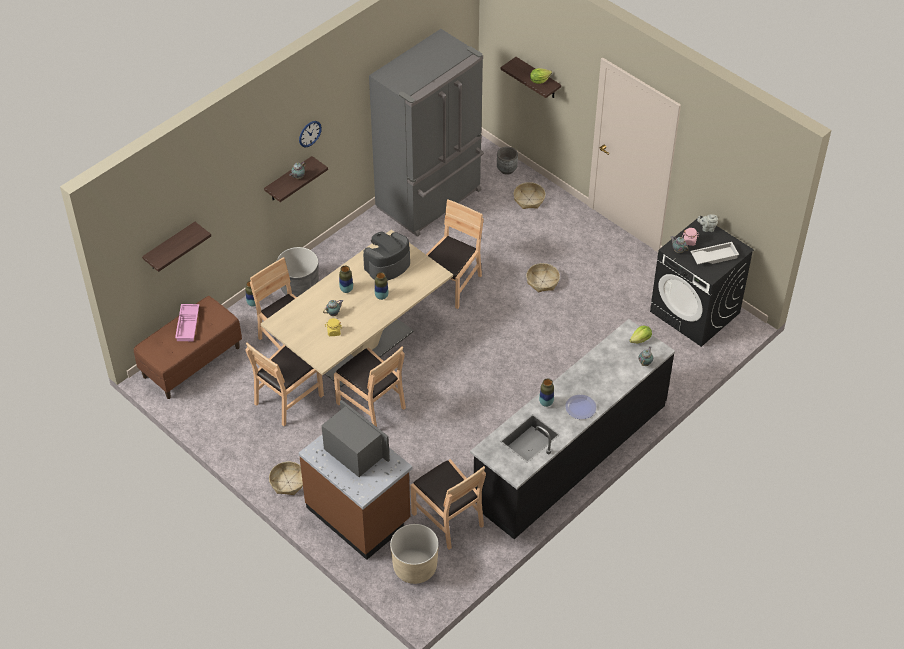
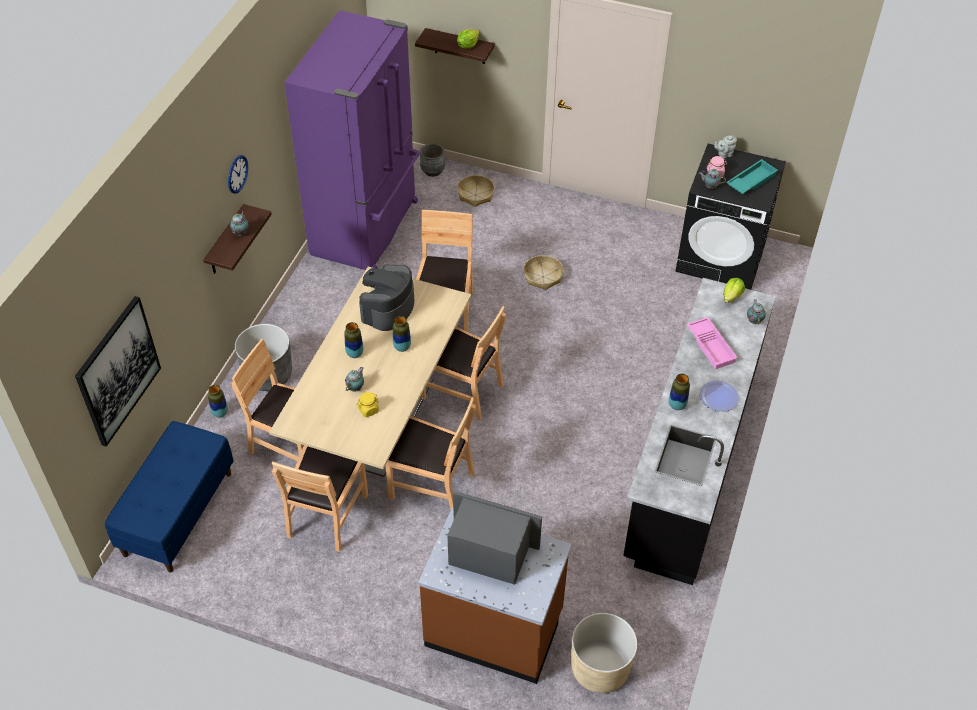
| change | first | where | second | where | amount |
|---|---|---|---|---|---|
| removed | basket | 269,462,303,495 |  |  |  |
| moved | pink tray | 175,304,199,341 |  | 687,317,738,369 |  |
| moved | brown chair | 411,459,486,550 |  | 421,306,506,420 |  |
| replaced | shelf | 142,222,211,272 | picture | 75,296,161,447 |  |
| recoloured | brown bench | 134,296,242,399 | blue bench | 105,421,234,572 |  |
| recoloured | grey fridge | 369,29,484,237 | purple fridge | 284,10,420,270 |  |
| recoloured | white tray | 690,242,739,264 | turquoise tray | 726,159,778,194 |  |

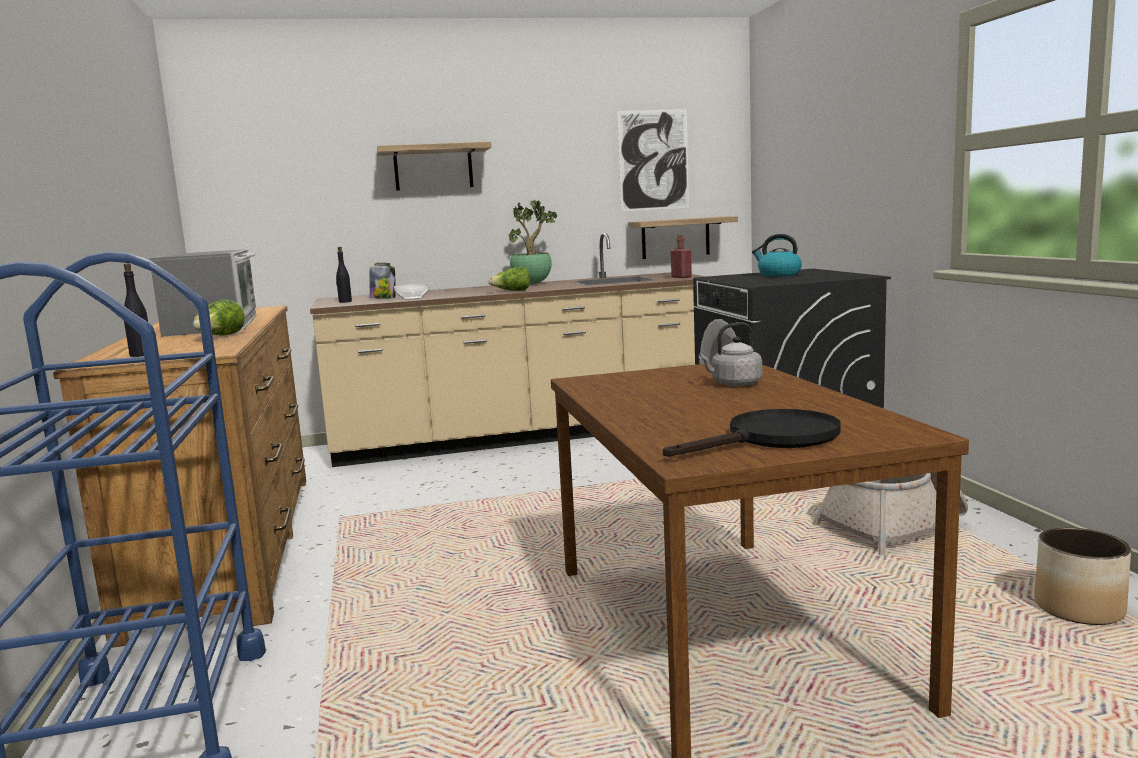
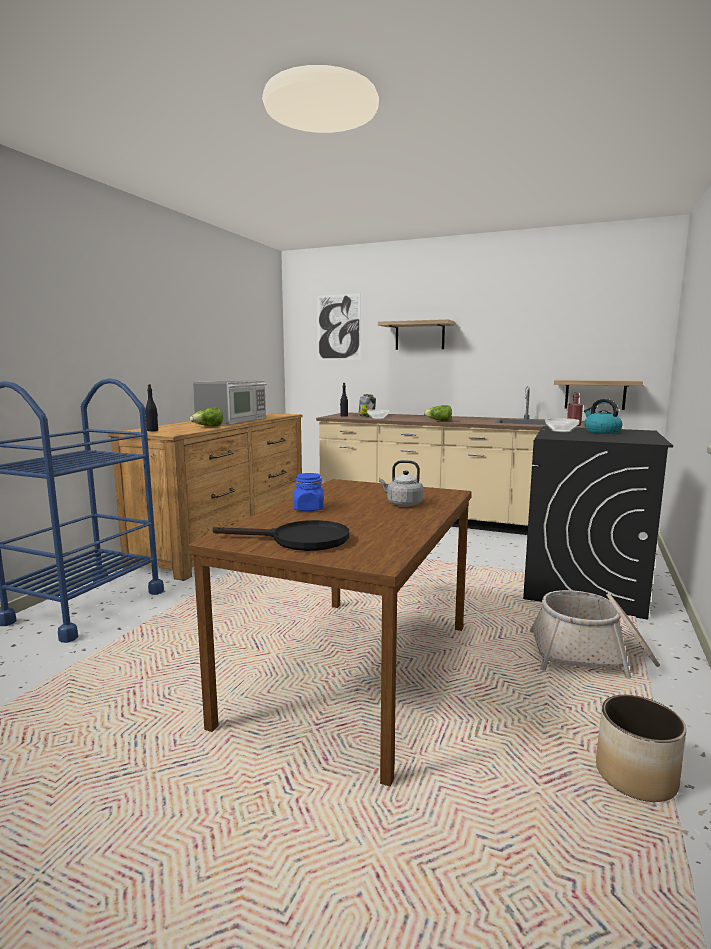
| change | first | where | second | where | amount |
|---|---|---|---|---|---|
| removed | potted plant | 509,200,557,285 |  |  |  |
| added |  |  | blue jar | 294,473,324,511 |  |
| added |  |  | bowl | 545,418,579,432 |  |
| moved | picture | 617,109,689,211 |  | 317,293,361,360 |  |

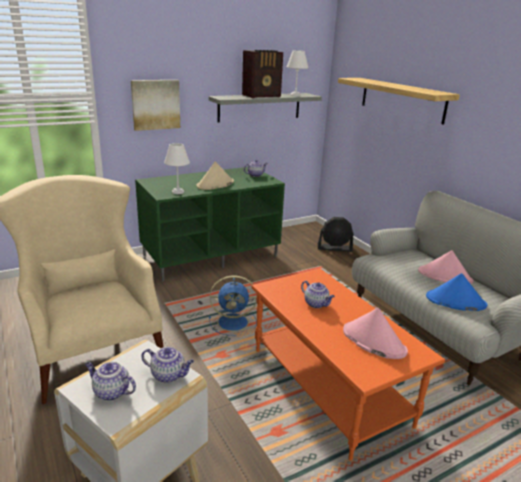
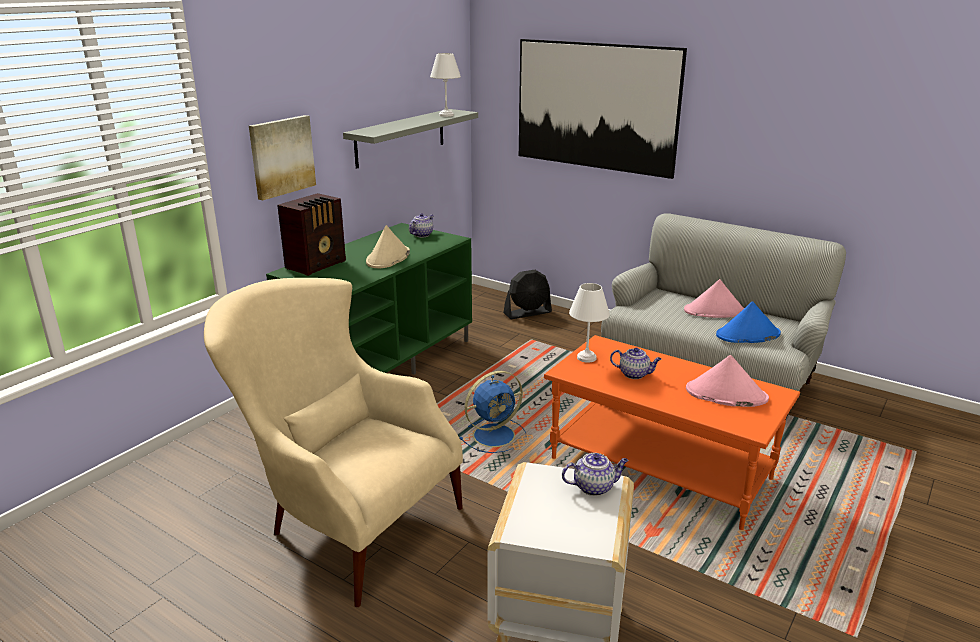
| change | first | where | second | where | amount |
|---|---|---|---|---|---|
| removed | teapot | 85,362,136,401 |  |  |  |
| moved | white table lamp | 164,143,190,194 |  | 569,283,610,363 |  |
| moved | radio | 242,50,283,98 |  | 277,193,346,276 |  |
| replaced | shelf | 338,78,460,124 | picture | 519,39,687,179 |  |

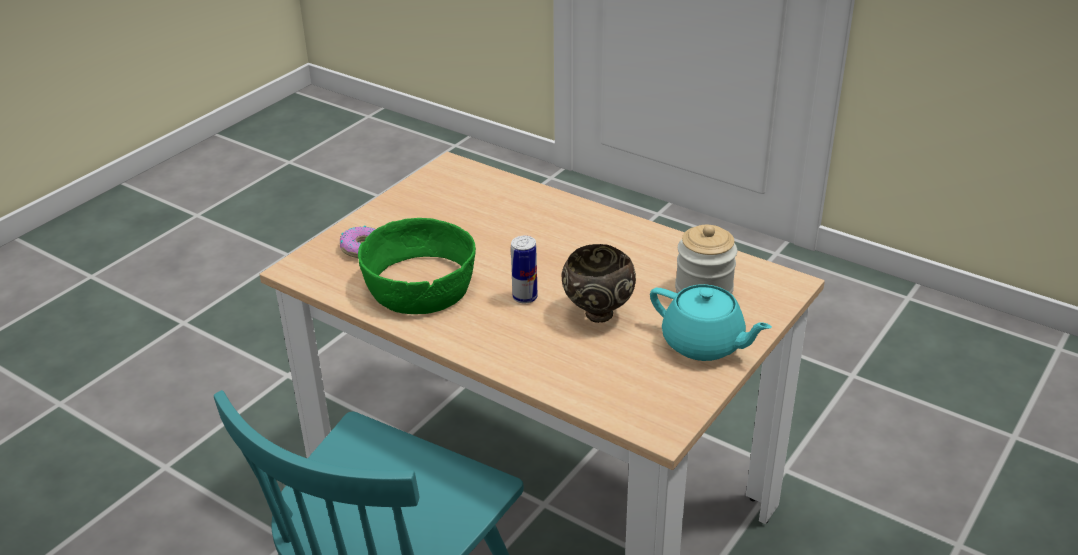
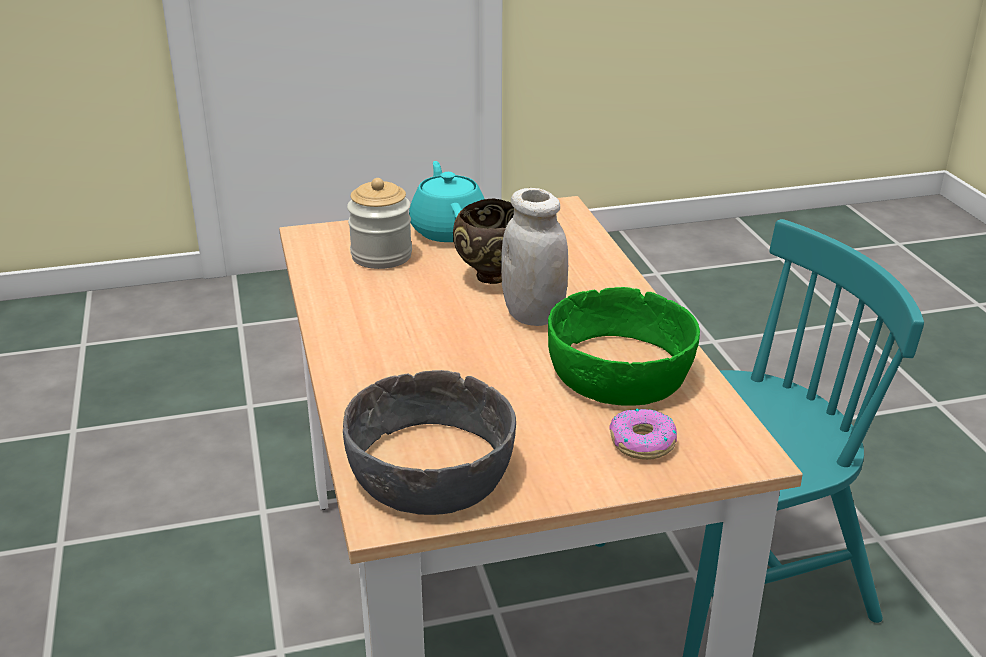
| change | first | where | second | where | amount |
|---|---|---|---|---|---|
| added |  |  | grey bowl | 343,370,516,515 |  |
| replaced | can | 511,236,538,304 | white jar | 501,188,568,326 |  |

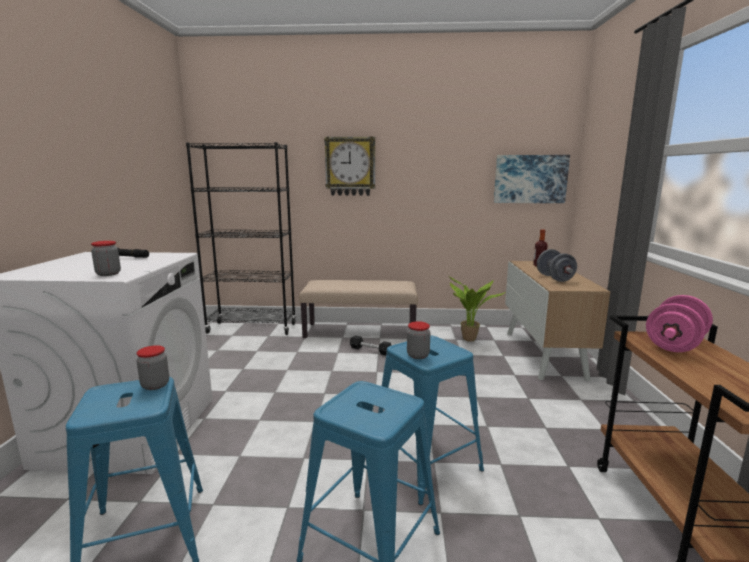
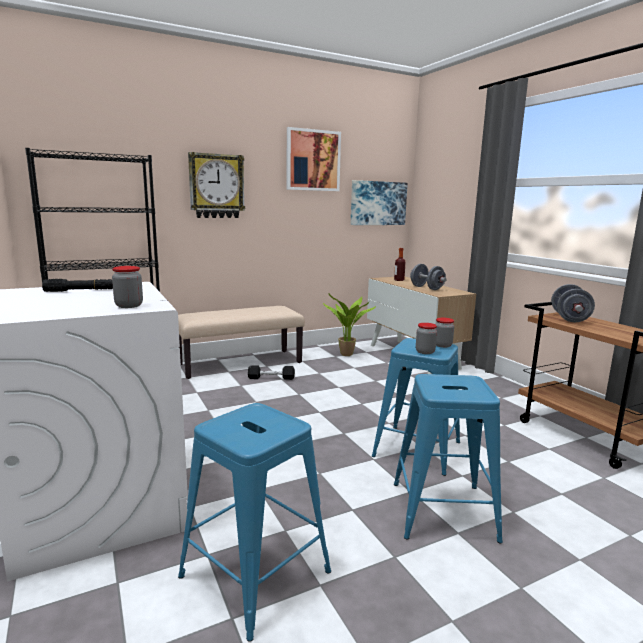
| change | first | where | second | where | amount |
|---|---|---|---|---|---|
| added |  |  | picture | 286,127,341,191 |  |
| moved | jar | 136,345,169,390 |  | 435,318,454,348 |  |
| recoloured | pink dumbbell | 646,295,713,352 | grey dumbbell | 551,284,595,322 |  |

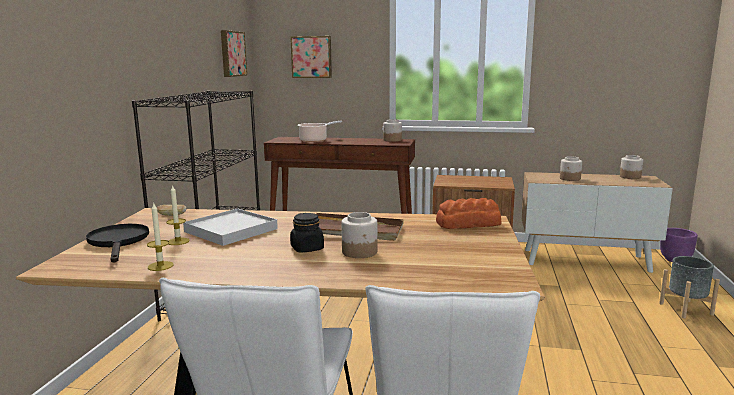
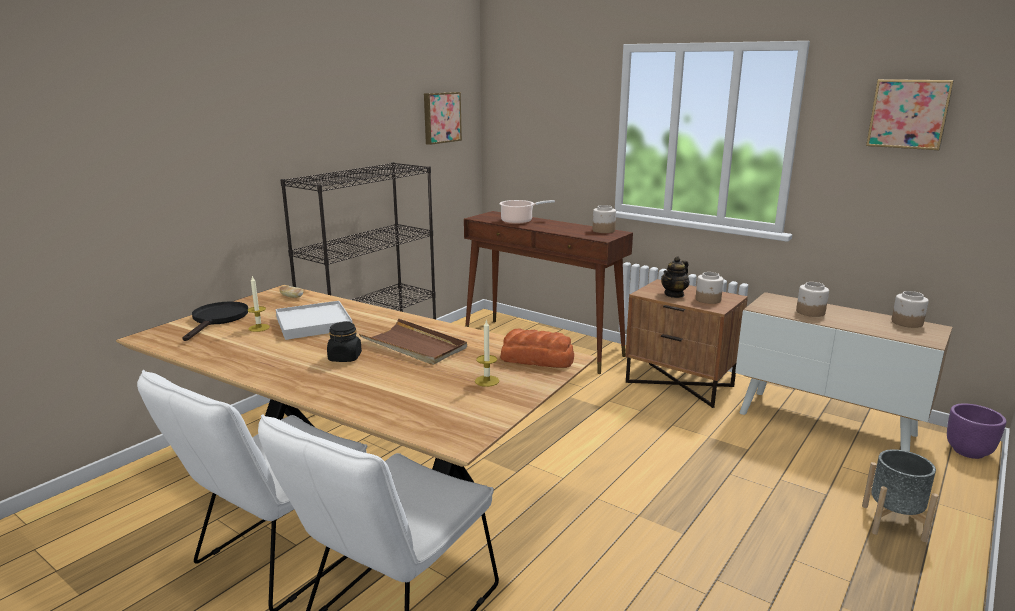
| change | first | where | second | where | amount |
|---|---|---|---|---|---|
| added |  |  | teapot | 661,256,689,298 |  |
| moved | candle | 147,202,174,271 |  | 475,319,499,387 |  |
| moved | picture | 290,36,332,78 |  | 866,79,954,150 |  |
| moved | jar | 341,212,378,258 |  | 696,272,724,304 |  |

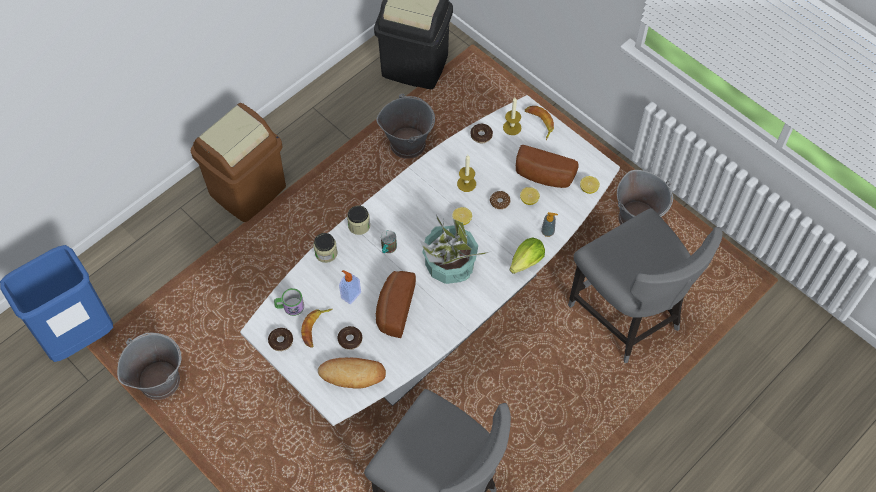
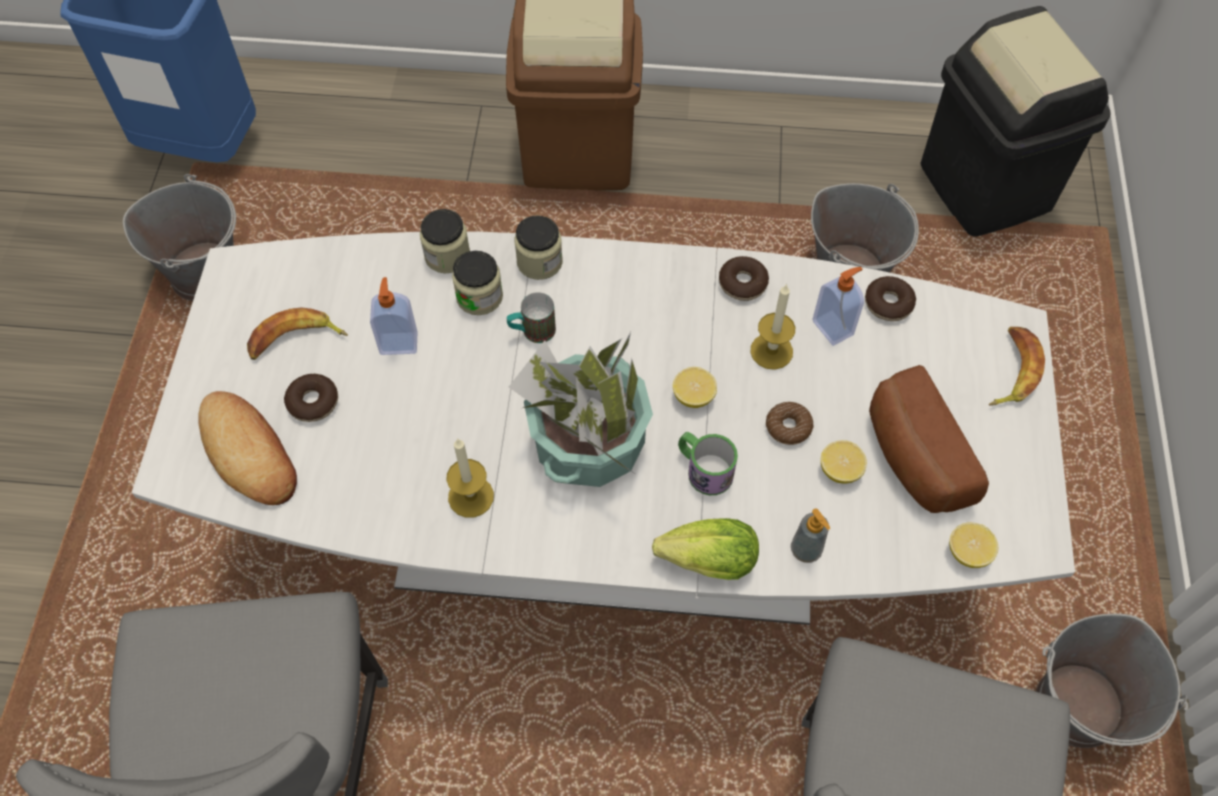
| change | first | where | second | where | amount |
|---|---|---|---|---|---|
| removed | bread | 376,271,416,338 |  |  |  |
| added |  |  | jar | 452,251,503,315 |  |
| added |  |  | soap dispenser | 812,267,864,346 |  |
| moved | donut | 268,328,293,351 |  | 719,256,769,301 |  |
| moved | mug | 274,288,304,316 |  | 678,432,738,495 |  |
| moved | candle | 503,98,522,135 |  | 446,438,494,518 |  |

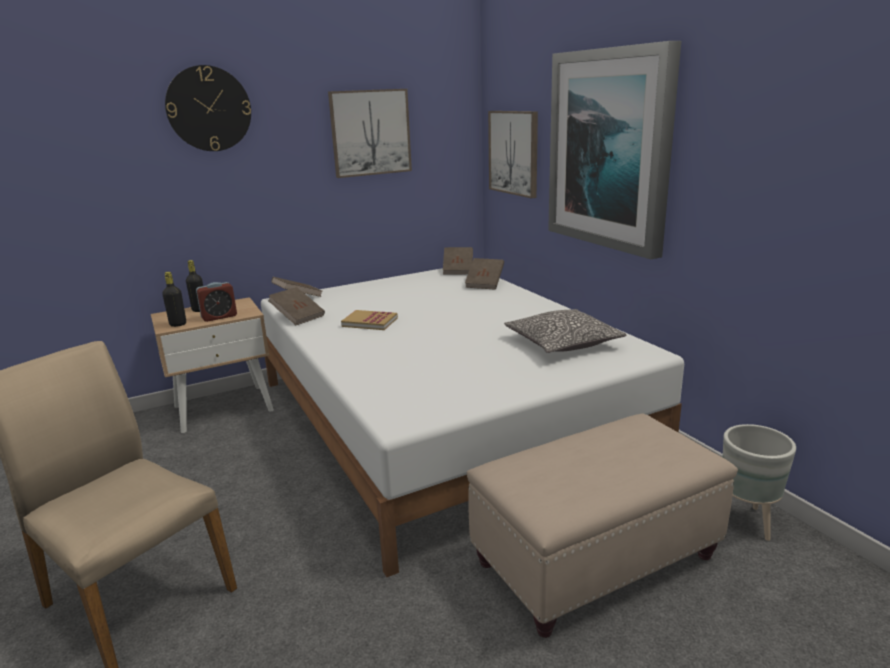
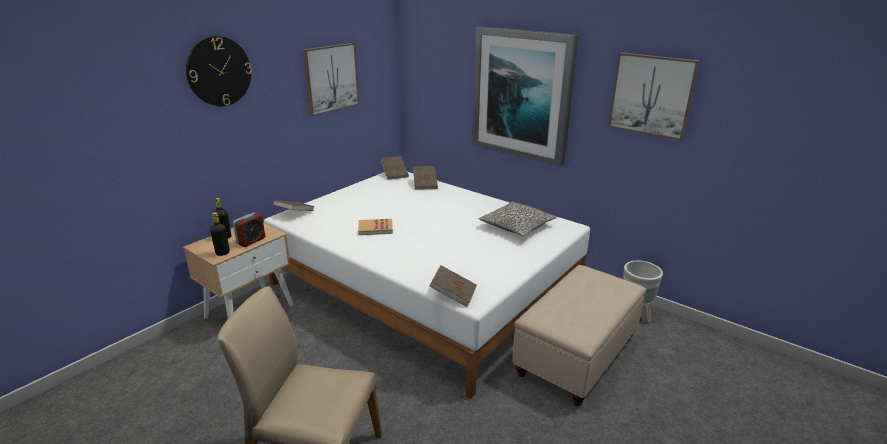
| change | first | where | second | where | amount |
|---|---|---|---|---|---|
| moved | brown book | 268,287,325,325 |  | 429,265,477,307 |  |
| moved | picture | 488,111,538,199 |  | 608,53,700,140 |  |

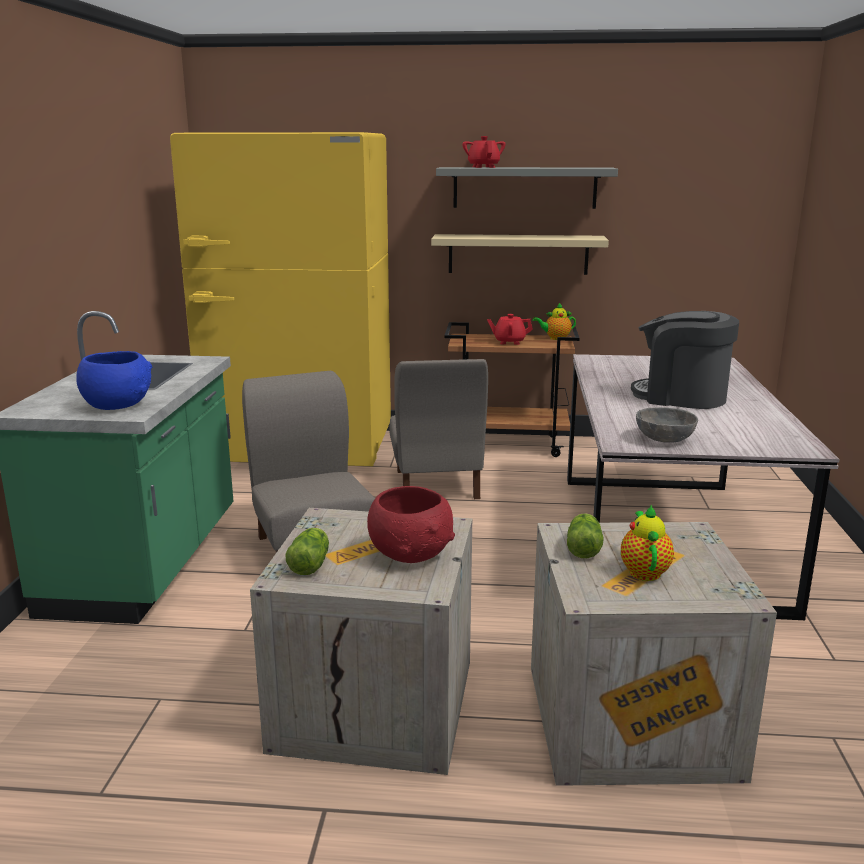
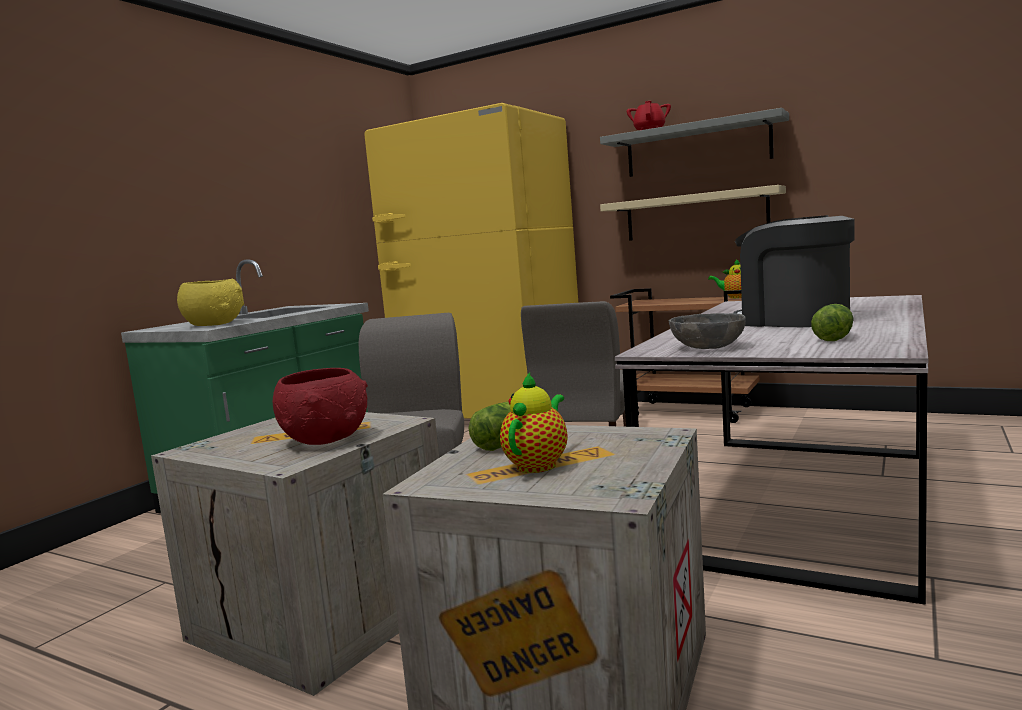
| change | first | where | second | where | amount |
|---|---|---|---|---|---|
| removed | red teapot | 487,314,533,345 |  |  |  |
| moved | lettuce | 285,528,329,575 |  | 811,304,853,341 |  |
| recoloured | blue bowl | 76,351,152,410 | yellow bowl | 177,279,244,326 |  |

